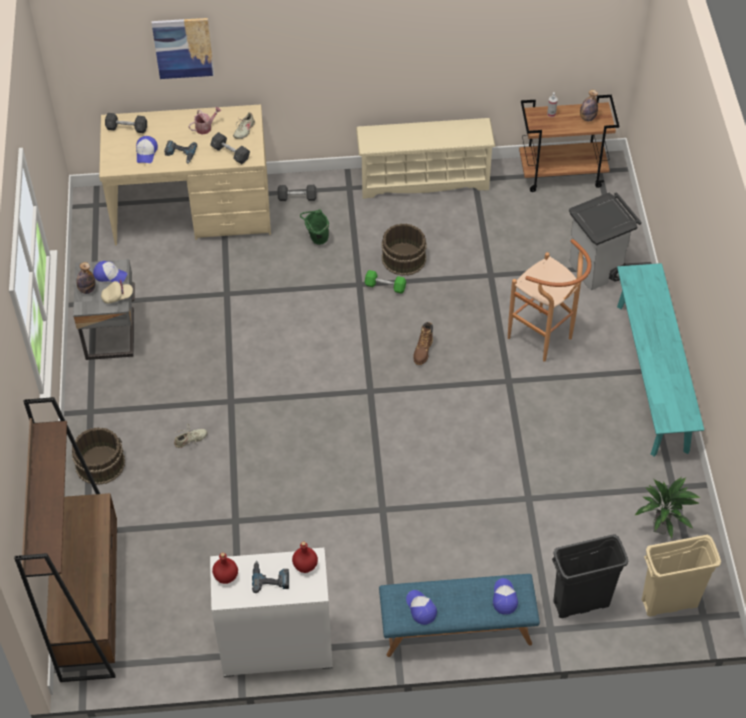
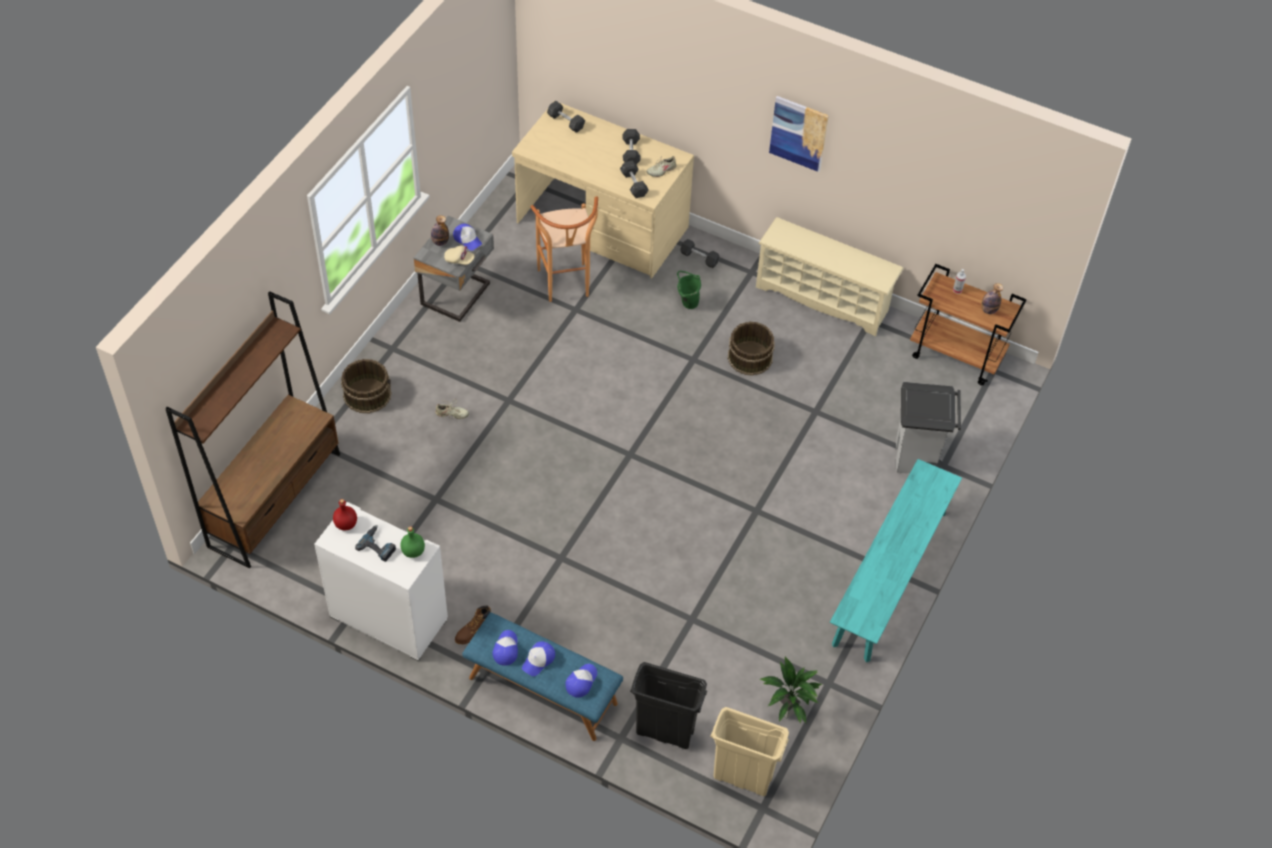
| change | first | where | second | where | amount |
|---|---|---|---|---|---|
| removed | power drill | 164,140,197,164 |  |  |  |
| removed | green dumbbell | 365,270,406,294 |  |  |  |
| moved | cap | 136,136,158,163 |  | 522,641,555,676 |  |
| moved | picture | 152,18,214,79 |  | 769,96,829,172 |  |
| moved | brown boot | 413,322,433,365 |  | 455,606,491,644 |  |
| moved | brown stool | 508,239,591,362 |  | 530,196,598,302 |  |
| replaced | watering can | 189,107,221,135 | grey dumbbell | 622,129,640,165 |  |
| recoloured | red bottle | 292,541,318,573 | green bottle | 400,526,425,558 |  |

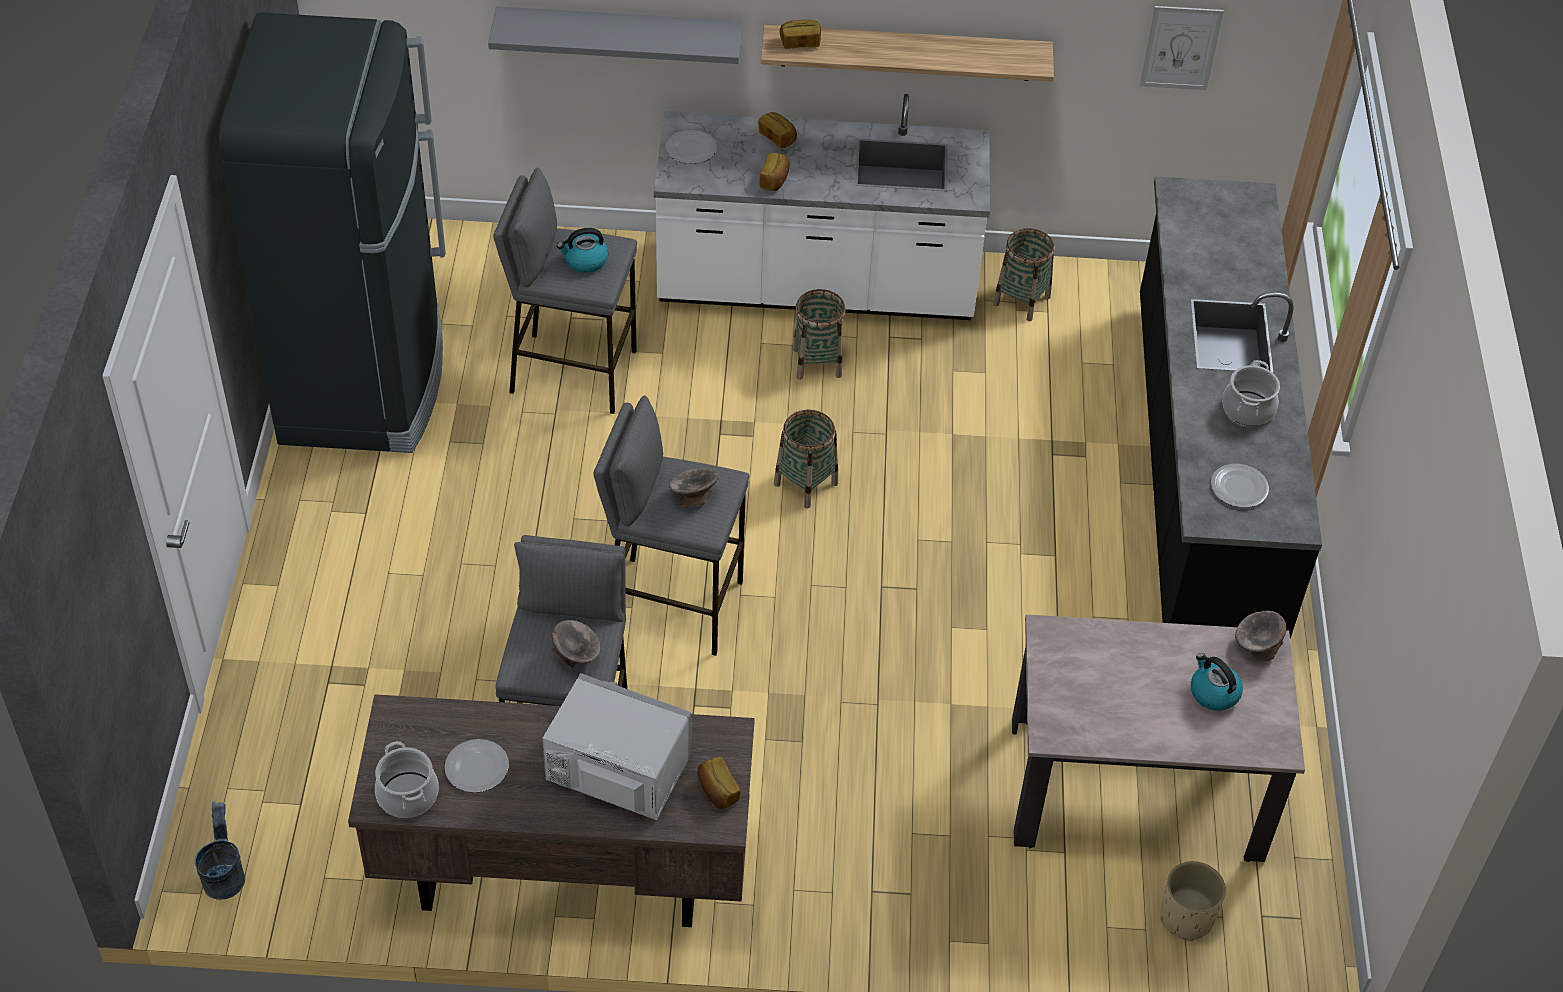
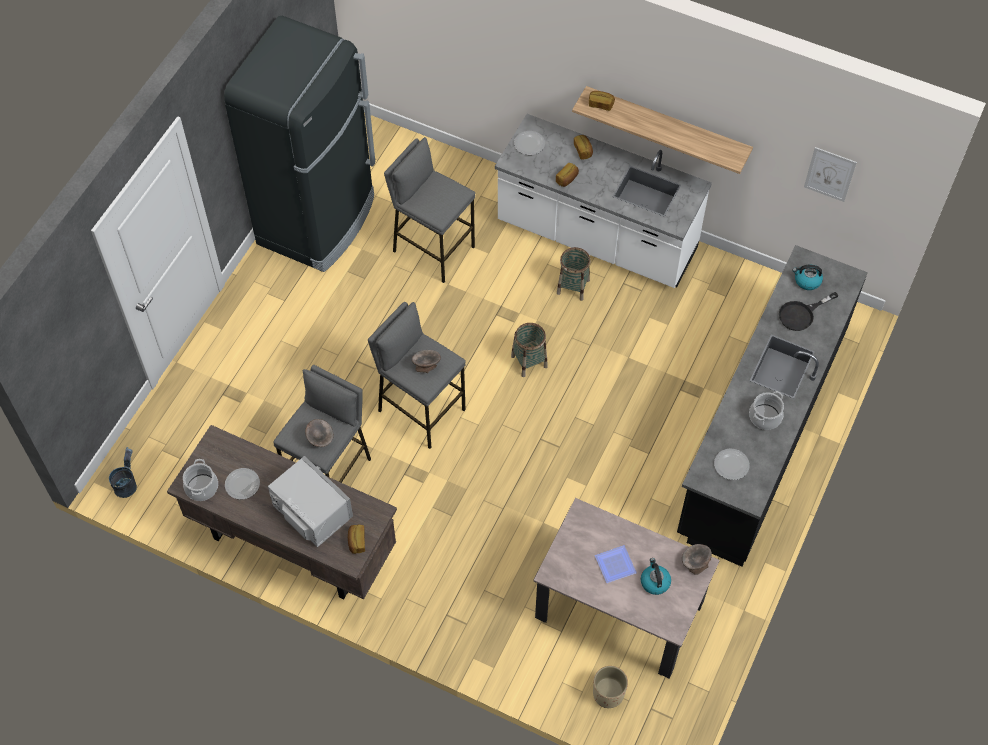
| change | first | where | second | where | amount |
|---|---|---|---|---|---|
| removed | grey shelf | 488,6,743,64 |  |  |  |
| removed | basket | 993,228,1054,321 |  |  |  |
| added |  |  | plate | 595,545,637,583 |  |
| added |  |  | black frying pan | 779,292,839,331 |  |
| moved | kettle | 557,228,609,273 |  | 792,265,823,290 |  |

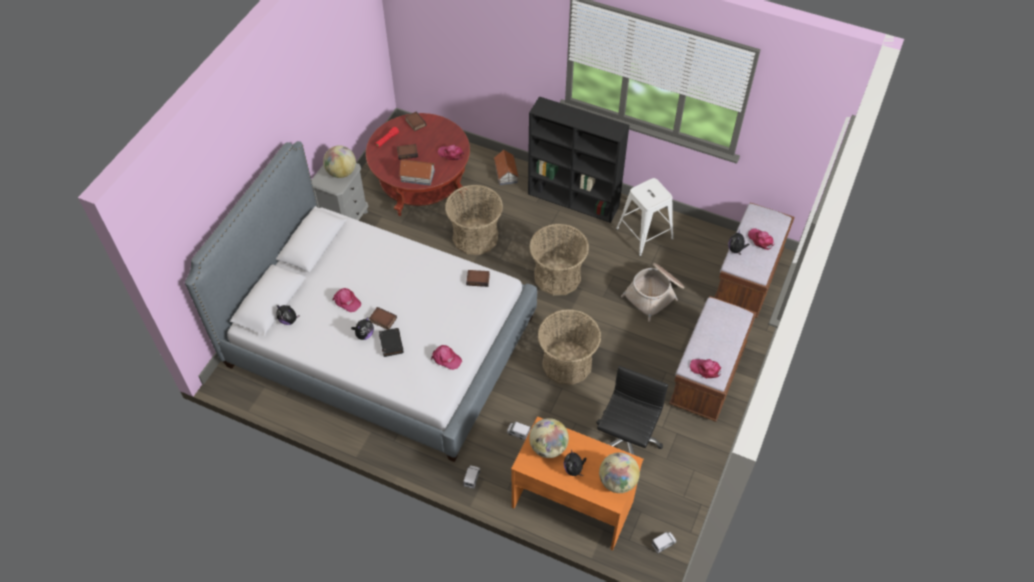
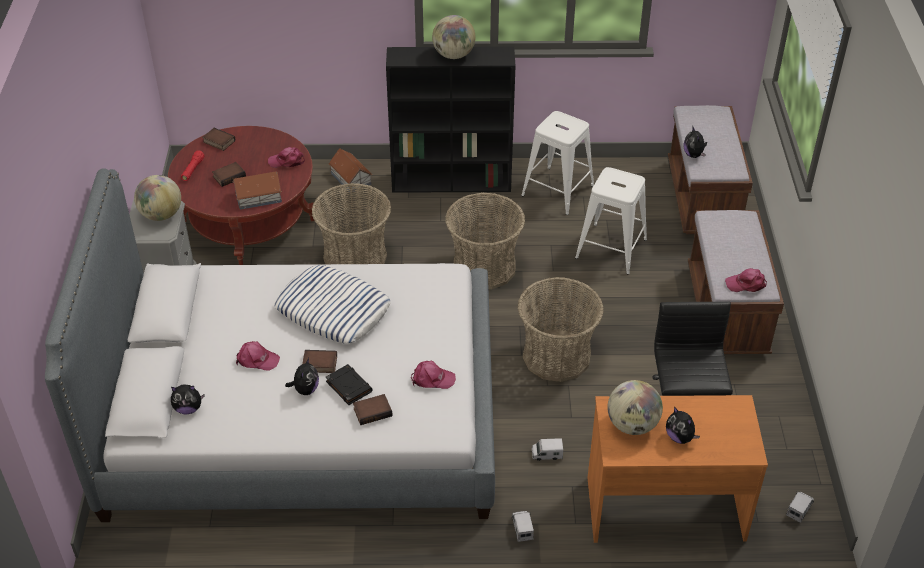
| change | first | where | second | where | amount |
|---|---|---|---|---|---|
| removed | pink cap | 748,228,774,250 |  |  |  |
| added |  |  | pillow | 275,265,391,344 |  |
| moved | book | 466,270,490,287 |  | 353,394,393,425 |  |
| moved | globe | 599,452,640,493 |  | 432,15,476,59 |  |
| replaced | basket | 621,263,685,321 | white stool | 575,167,647,274 |  |

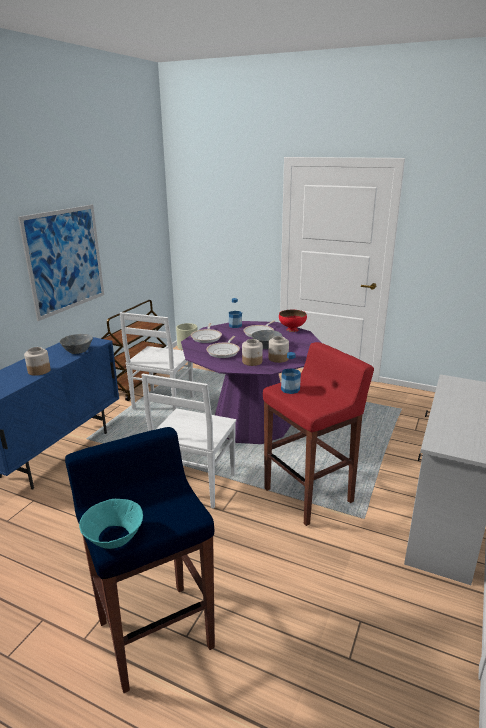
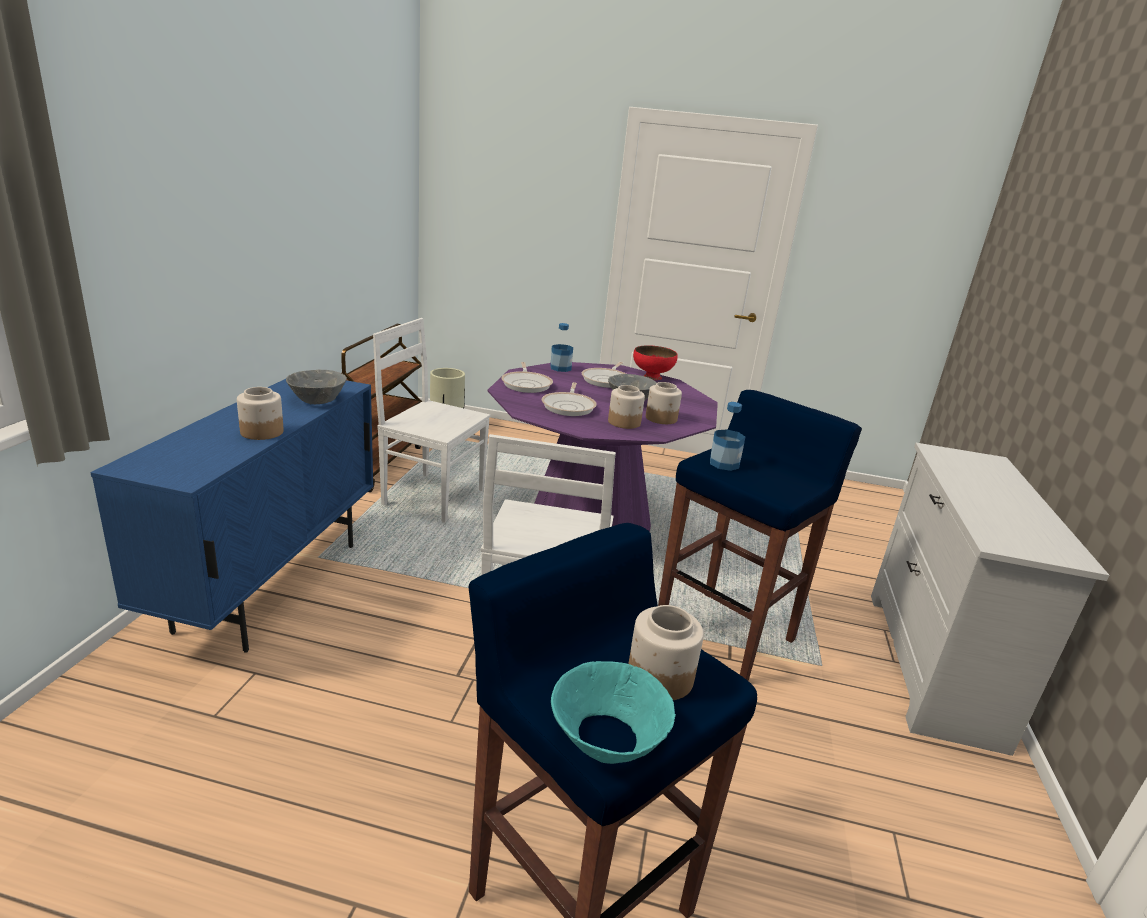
| change | first | where | second | where | amount |
|---|---|---|---|---|---|
| removed | picture | 18,205,104,321 |  |  |  |
| added |  |  | jar | 628,605,704,700 |  |
| recoloured | red stool | 263,342,374,526 | blue stool | 658,390,862,681 |  |
| turned | white chair | 120,312,194,411 |  | 373,318,490,523 | 105 degrees clockwise |

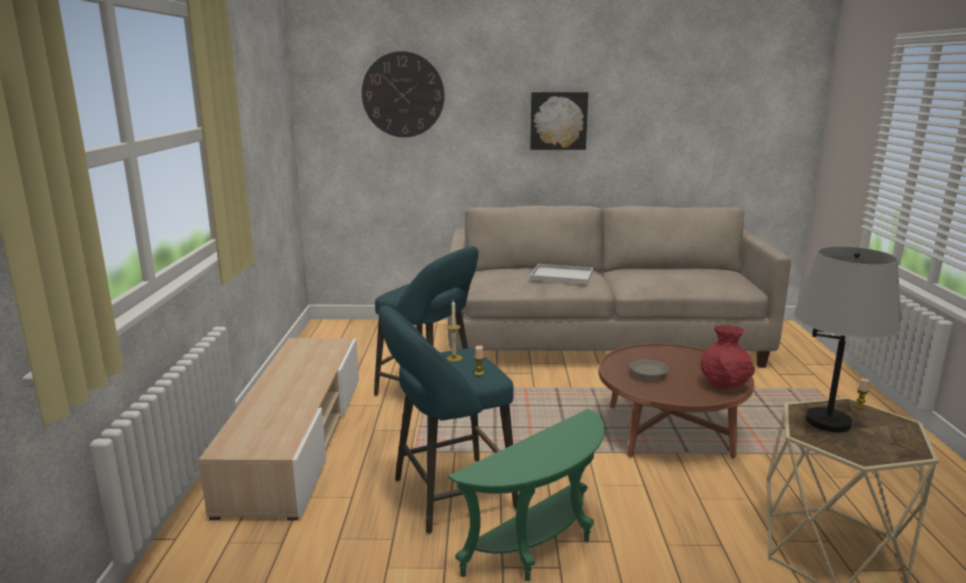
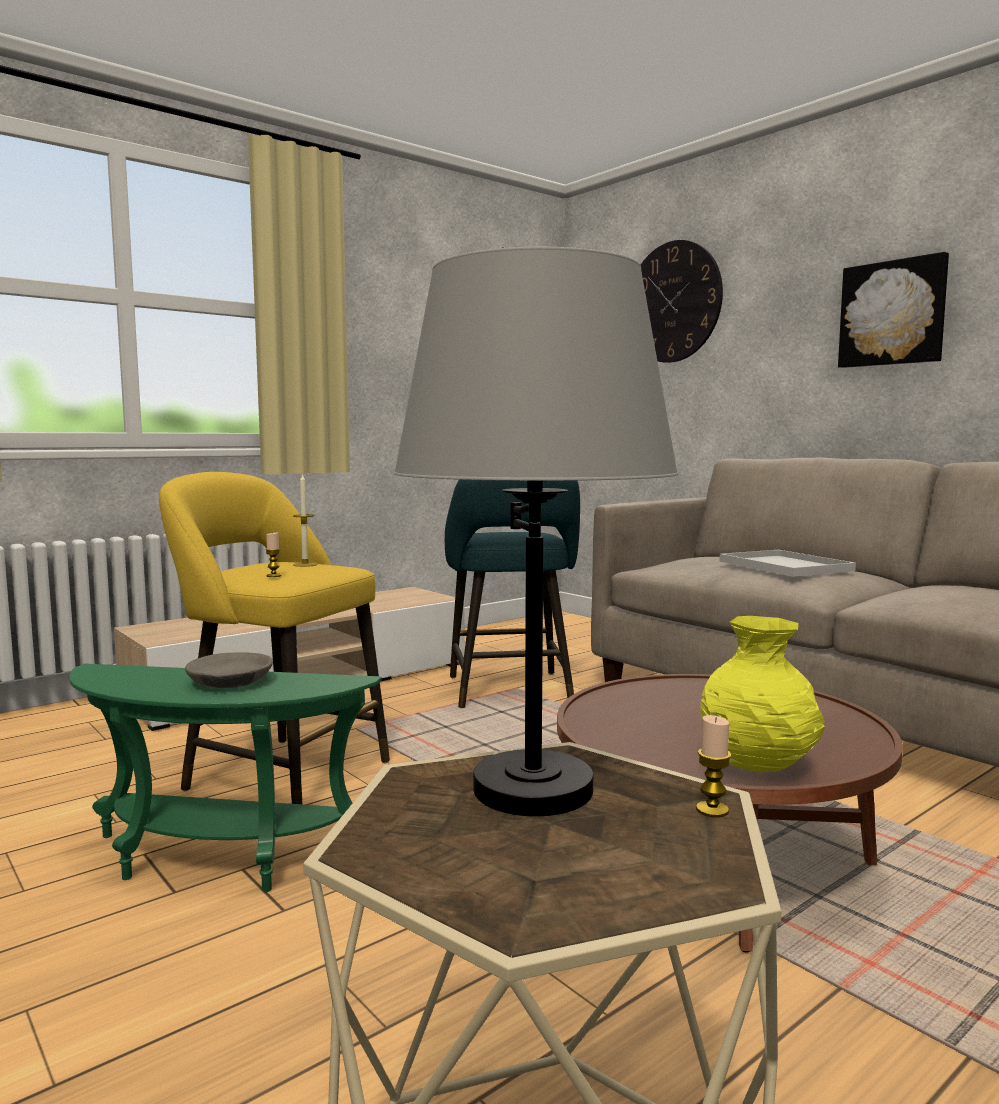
| change | first | where | second | where | amount |
|---|---|---|---|---|---|
| moved | grey bowl | 630,360,669,380 |  | 185,652,273,688 |  |
| recoloured | turquoise stool | 379,305,518,534 | yellow stool | 159,472,390,804 |  |
| recoloured | red vase | 700,325,755,390 | yellow vase | 700,616,825,773 |  |

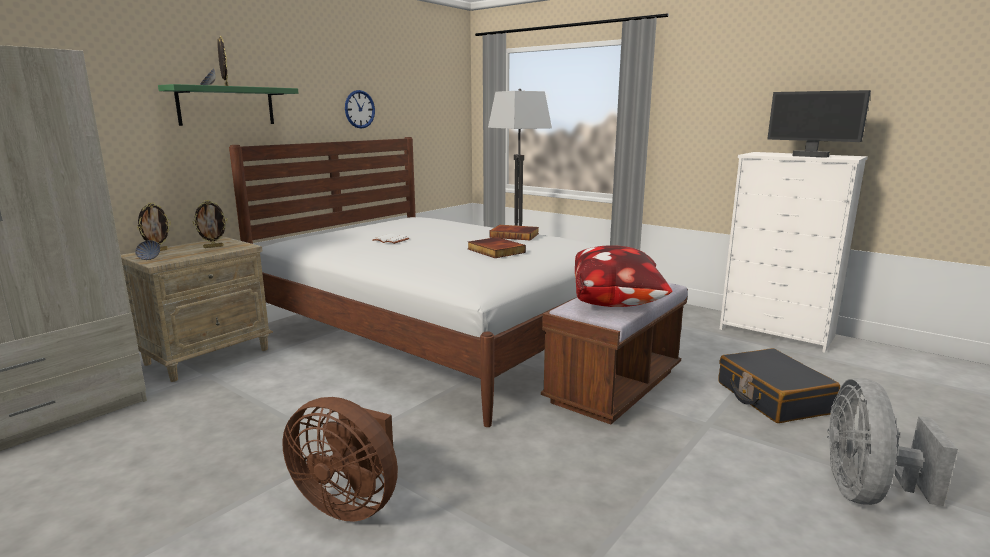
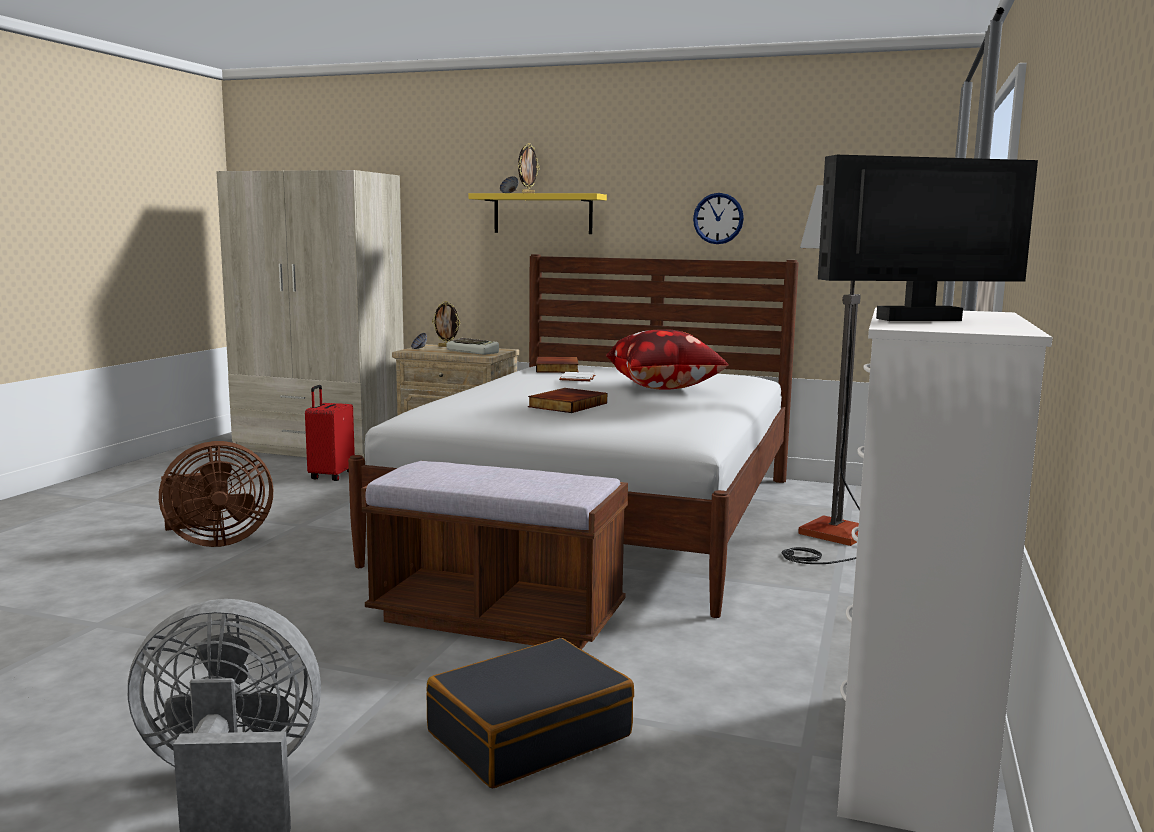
| change | first | where | second | where | amount |
|---|---|---|---|---|---|
| added |  |  | red suitcase | 305,385,355,481 |  |
| moved | book | 489,225,539,240 |  | 536,357,578,373 |  |
| moved | pillow | 575,245,672,307 |  | 606,329,729,390 |  |
| replaced | picture frame | 193,200,228,248 | keyboard | 447,338,499,355 |  |
| recoloured | green shelf | 158,84,298,126 | yellow shelf | 469,193,607,234 |  |
| turned | brown fan | 282,397,398,522 |  | 159,441,273,547 | 120 degrees counterclockwise |
| turned | monitor | 767,90,871,158 |  | 818,155,1038,321 | 60 degrees clockwise |

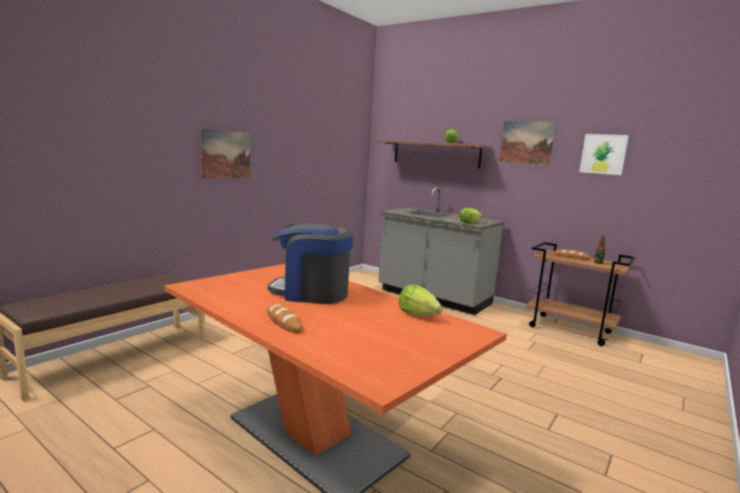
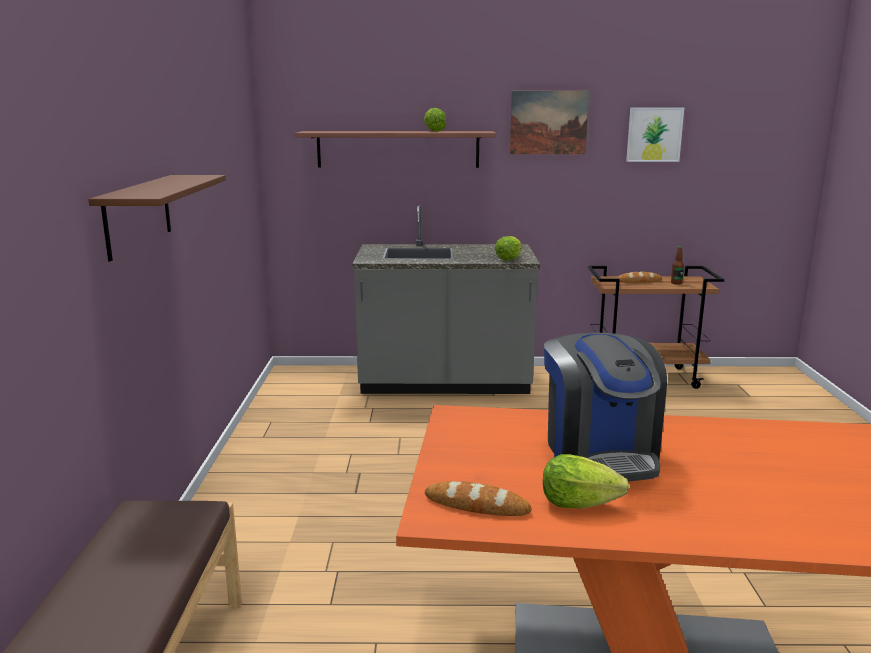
| change | first | where | second | where | amount |
|---|---|---|---|---|---|
| moved | bread | 267,304,303,333 |  | 425,481,532,516 |  |
| moved | lettuce | 399,285,443,317 |  | 543,454,629,508 |  |
| replaced | picture | 200,129,250,179 | brown shelf | 88,175,226,262 |  |
| turned | coffee machine | 267,224,354,304 |  | 544,333,667,481 | 75 degrees counterclockwise |

